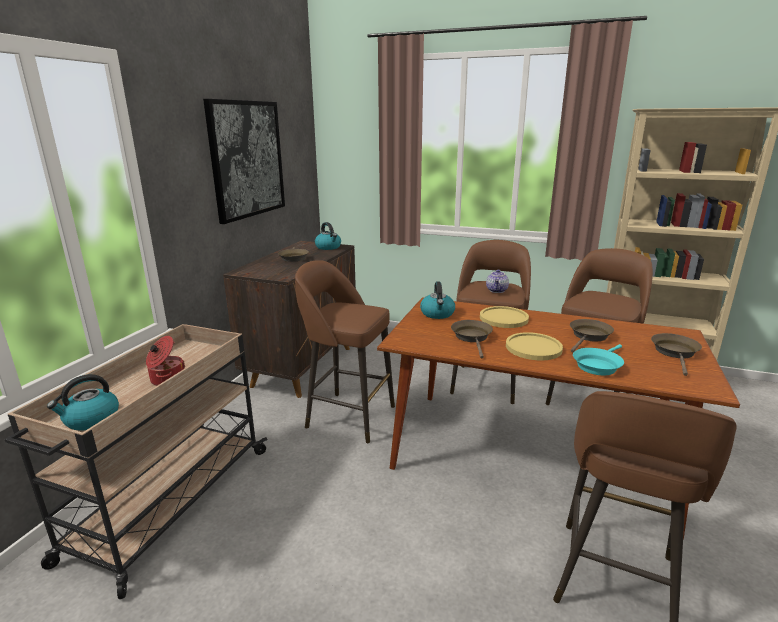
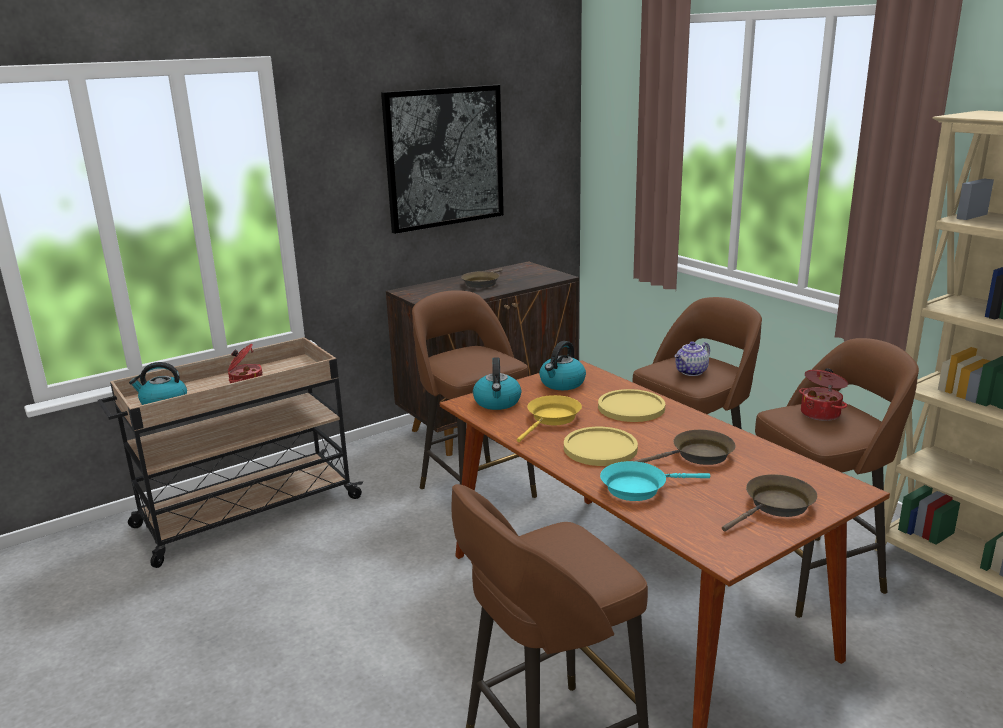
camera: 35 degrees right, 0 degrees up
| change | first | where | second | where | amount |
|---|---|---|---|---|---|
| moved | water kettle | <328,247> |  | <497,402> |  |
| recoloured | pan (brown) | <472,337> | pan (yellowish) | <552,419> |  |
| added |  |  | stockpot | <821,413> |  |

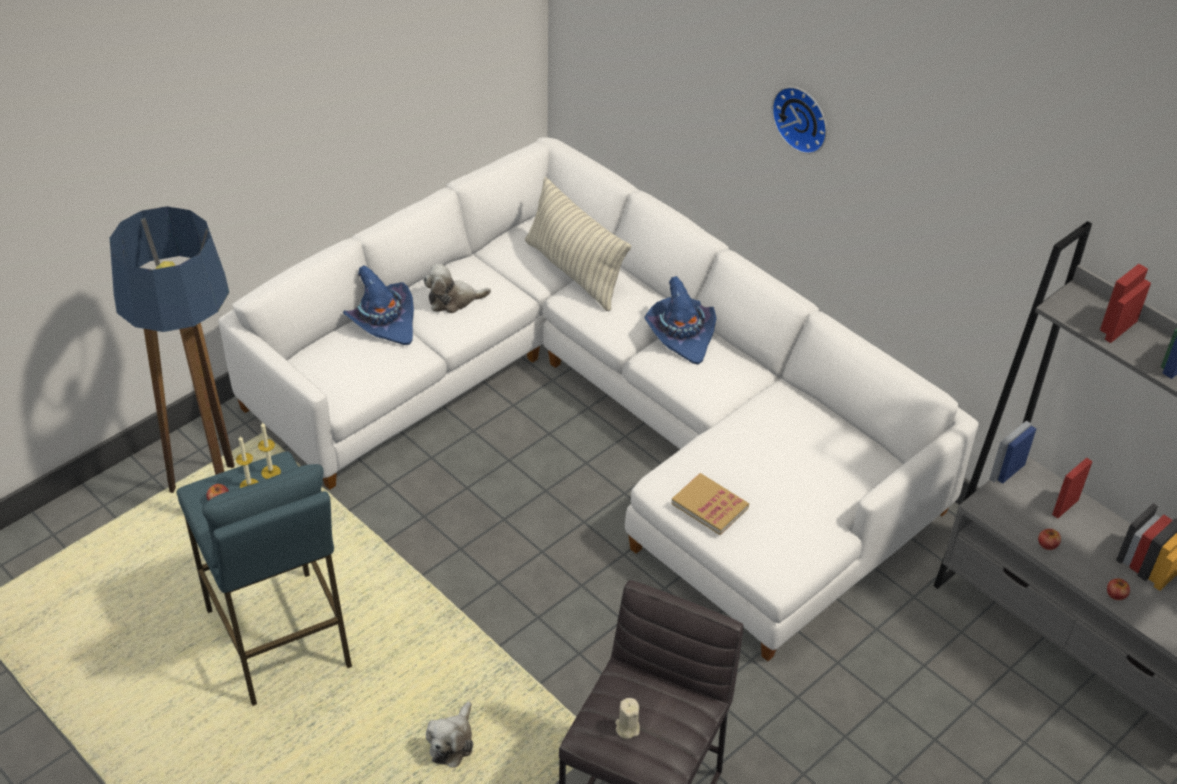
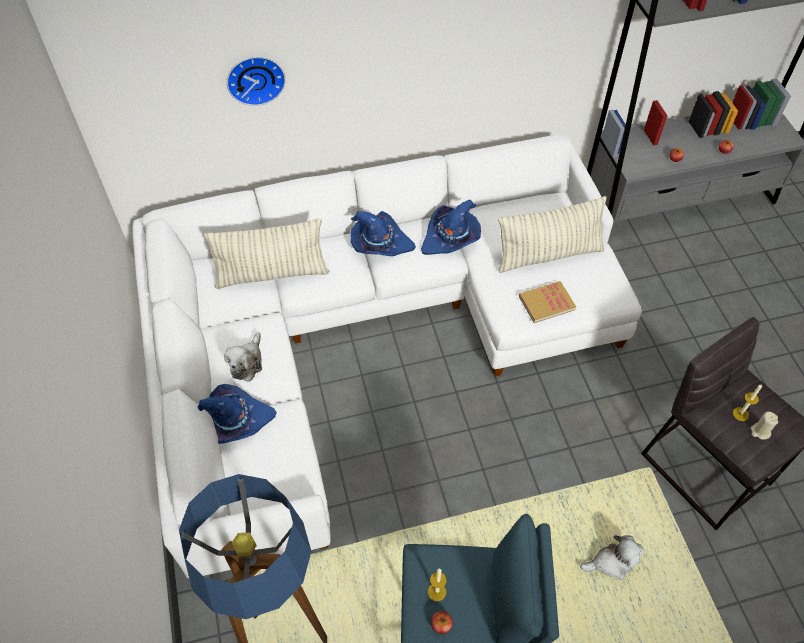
camera: 60 degrees left, 10 degrees up
| change | first | where | second | where | amount |
|---|---|---|---|---|---|
| moved | clock on the wall | <803,118> |  | <255,78> |  |
| added |  |  | clothing hat (bluish) | <451,238> |  |
| added |  |  | pillow | <548,255> |  |
| turned | cuddly toy | <452,742> |  | <612,562> | 60 degrees counterclockwise |
| moved | candle | <271,472> |  | <740,414> |  |

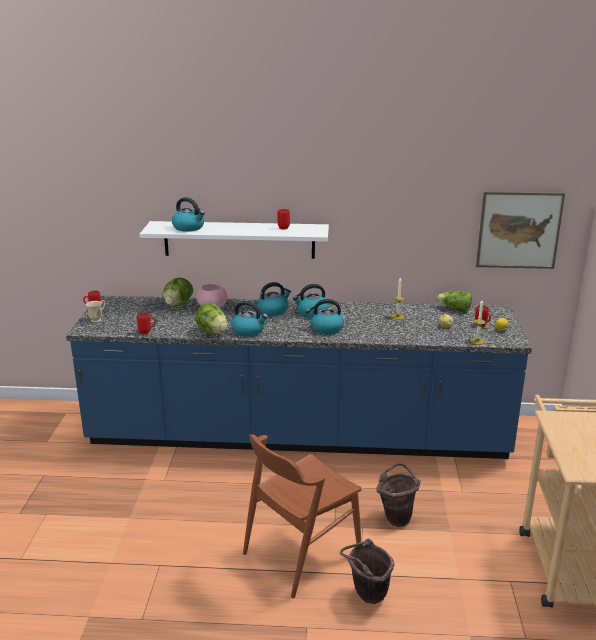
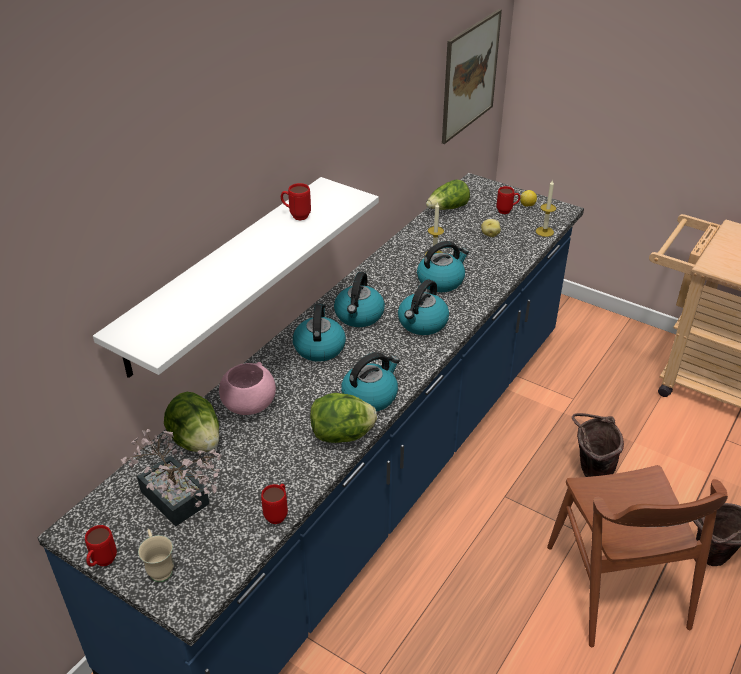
camera: 60 degrees left, 15 degrees up
| change | first | where | second | where | amount |
|---|---|---|---|---|---|
| added |  |  | potted plant | <179,503> |  |
| moved | water kettle | <189,227> |  | <441,281> |  |

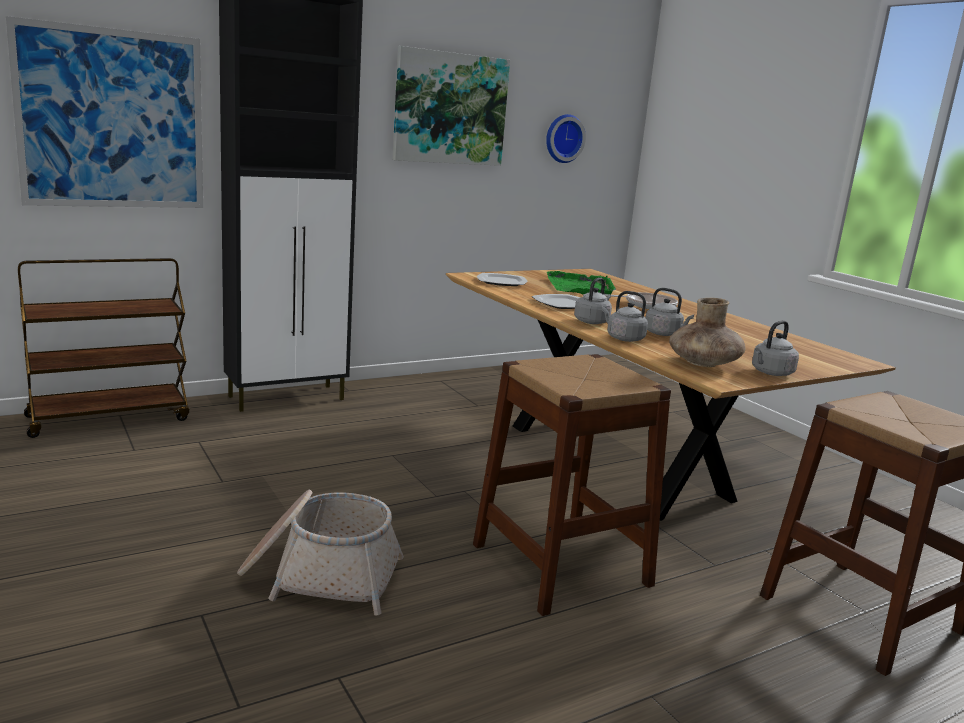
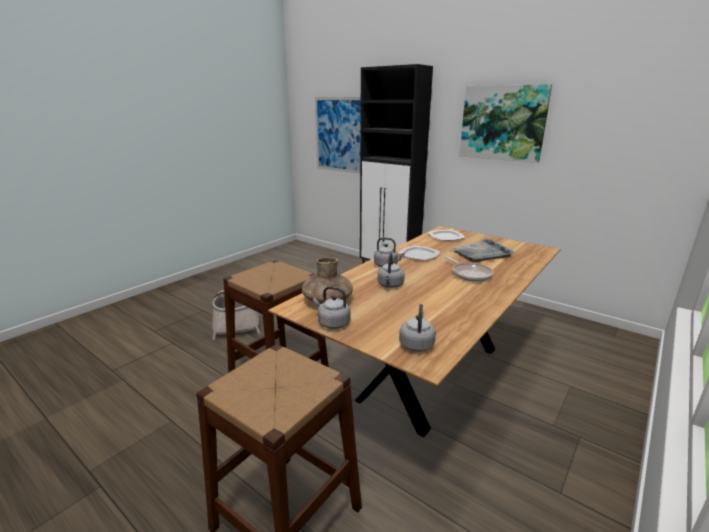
camera: 70 degrees right, 5 degrees up
| change | first | where | second | where | amount |
|---|---|---|---|---|---|
| moved | water kettle (greyish) | <623,338> |  | <416,344> |  |
| recoloured | tray (green-coloured) | <581,287> | tray (greyish) | <481,253> |  |
| removed | wheeled cart (brown) | <110,417> |  |  |  |
| removed | clock on the wall | <563,138> |  |  |  |

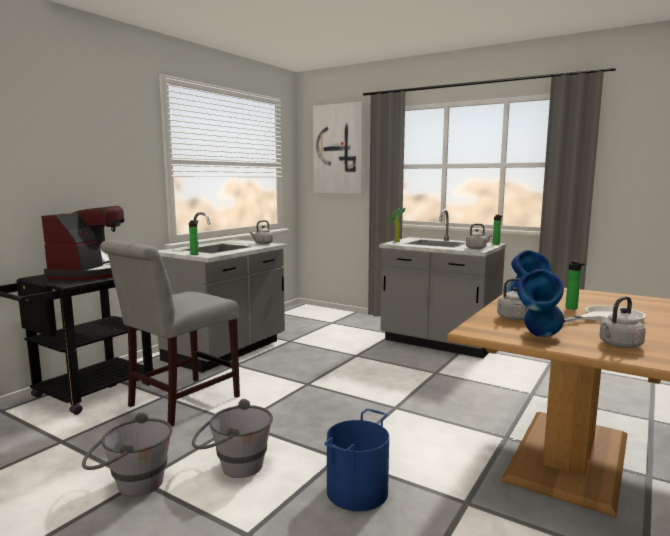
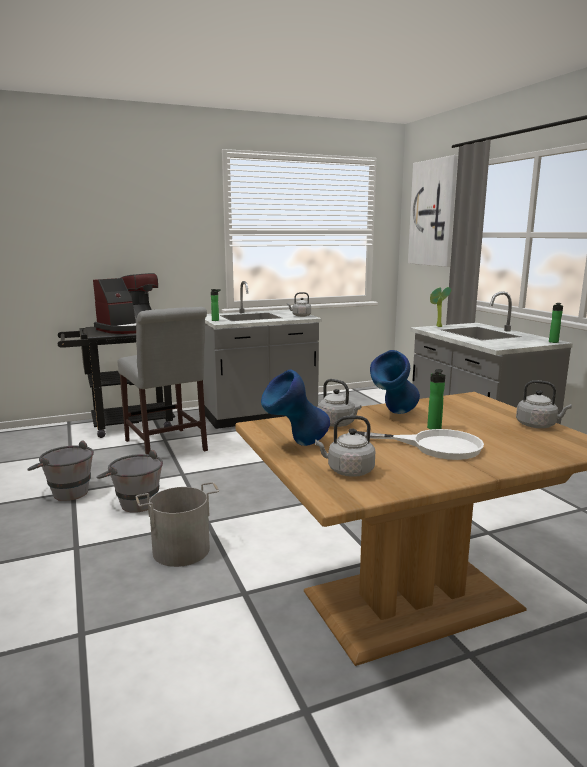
camera: 35 degrees right, 5 degrees up
| change | first | where | second | where | amount |
|---|---|---|---|---|---|
| turned | plain chair (greyish) | <178,403> |  | <167,447> | 105 degrees counterclockwise |
| recoloured | pail (bluish) | <356,491> | pail (greyish) | <181,549> |  |
| moved | water kettle (greyish) | <477,248> |  | <538,425> |  |

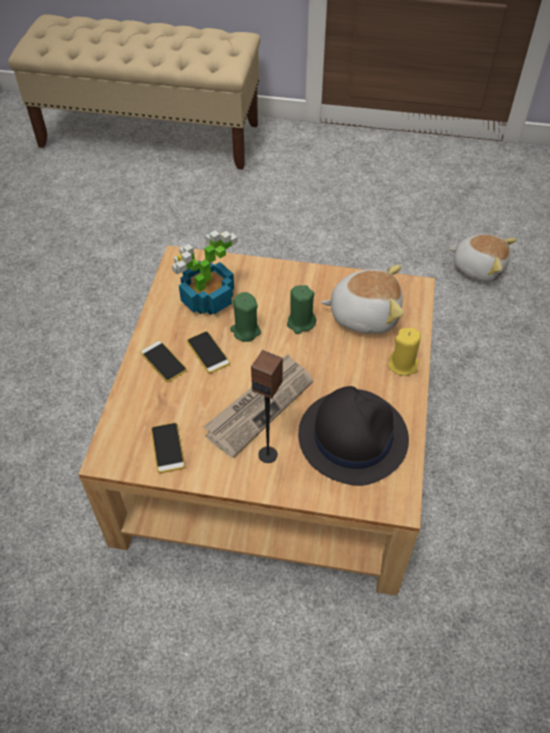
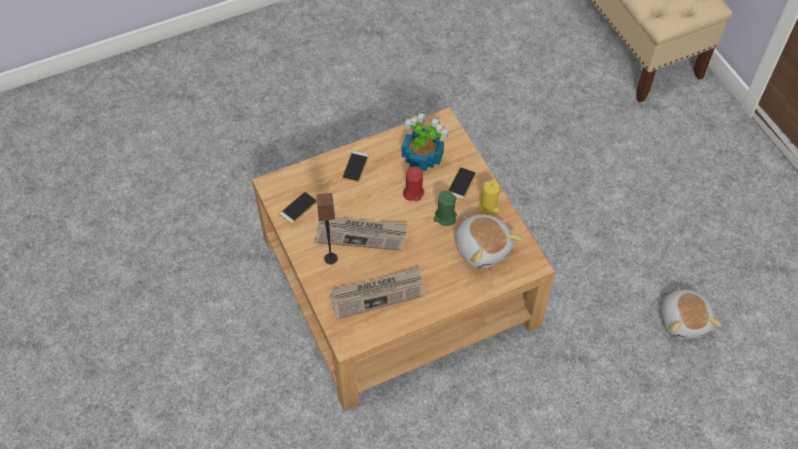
camera: 55 degrees right, 5 degrees up
| change | first | where | second | where | amount |
|---|---|---|---|---|---|
| replaced | clothing hat (blackish) | <352,436> | printed paper | <377,294> |  |
| recoloured | candle (green-coloured) | <245,331> | candle (reddish) | <413,192> |  |
| moved | handset | <208,352> |  | <461,184> |  |
| moved | candle (yellowish) | <403,365> |  | <489,206> |  |

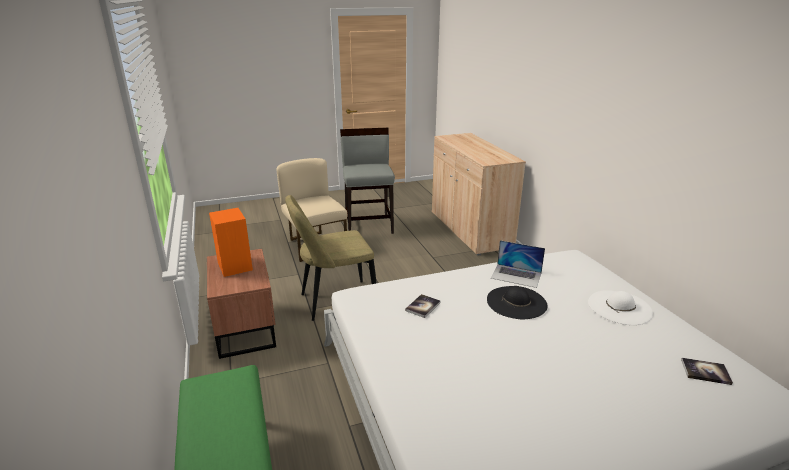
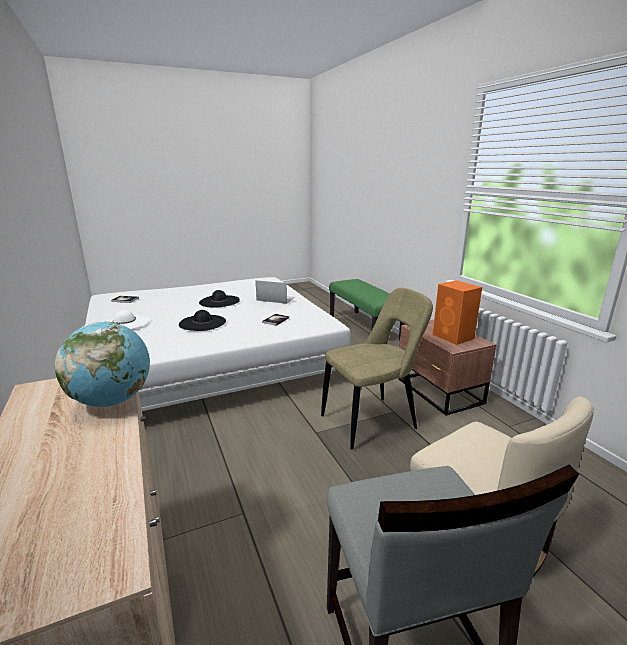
camera: 175 degrees right, 5 degrees down
| change | first | where | second | where | amount |
|---|---|---|---|---|---|
| added |  |  | globe | <112,401> |  |
| added |  |  | clothing hat (blackish) | <219,301> |  |
| moved | notebook computer | <516,275> |  | <275,298> |  |

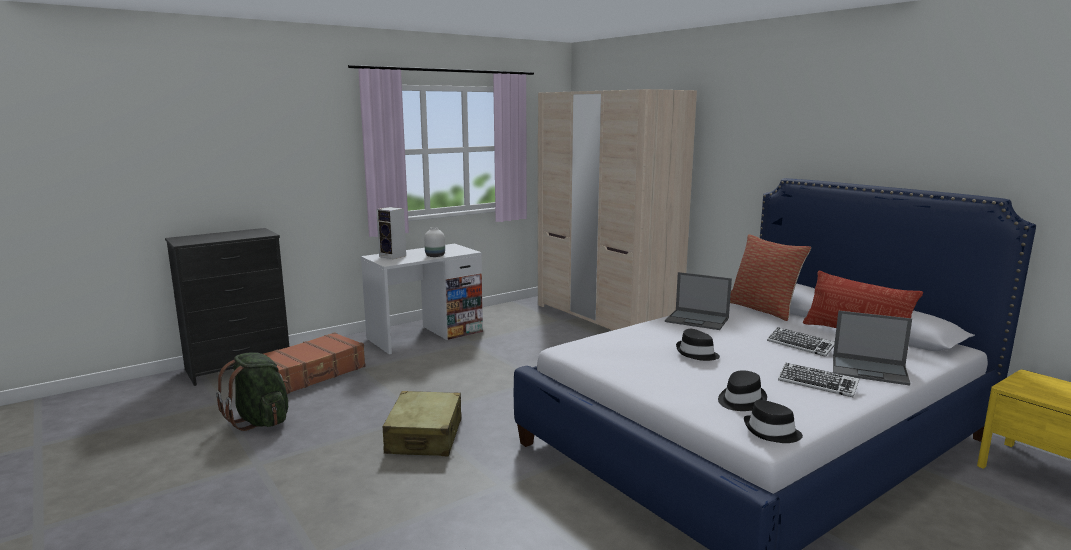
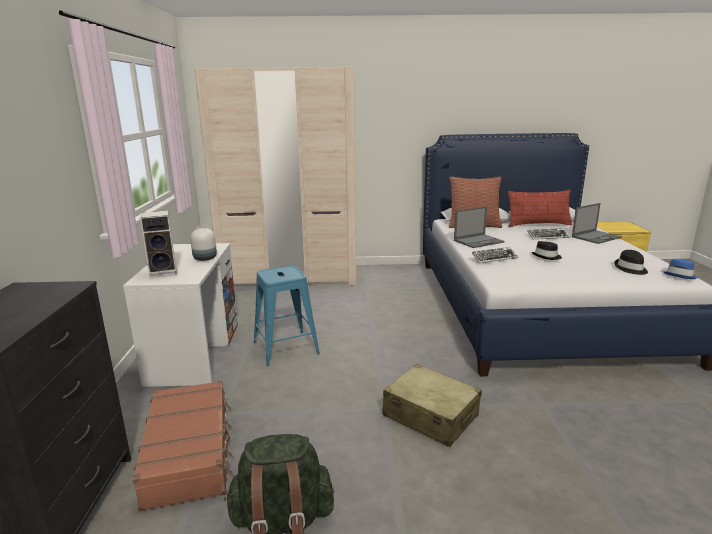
camera: 55 degrees left, 5 degrees up
| change | first | where | second | where | amount |
|---|---|---|---|---|---|
| added |  |  | stool (bluish) | <285,348> |  |
| moved | keyboard | <817,384> |  | <494,258> |  |
| recoloured | clothing hat (blackish) | <771,432> | clothing hat (bluish) | <680,275> |  |

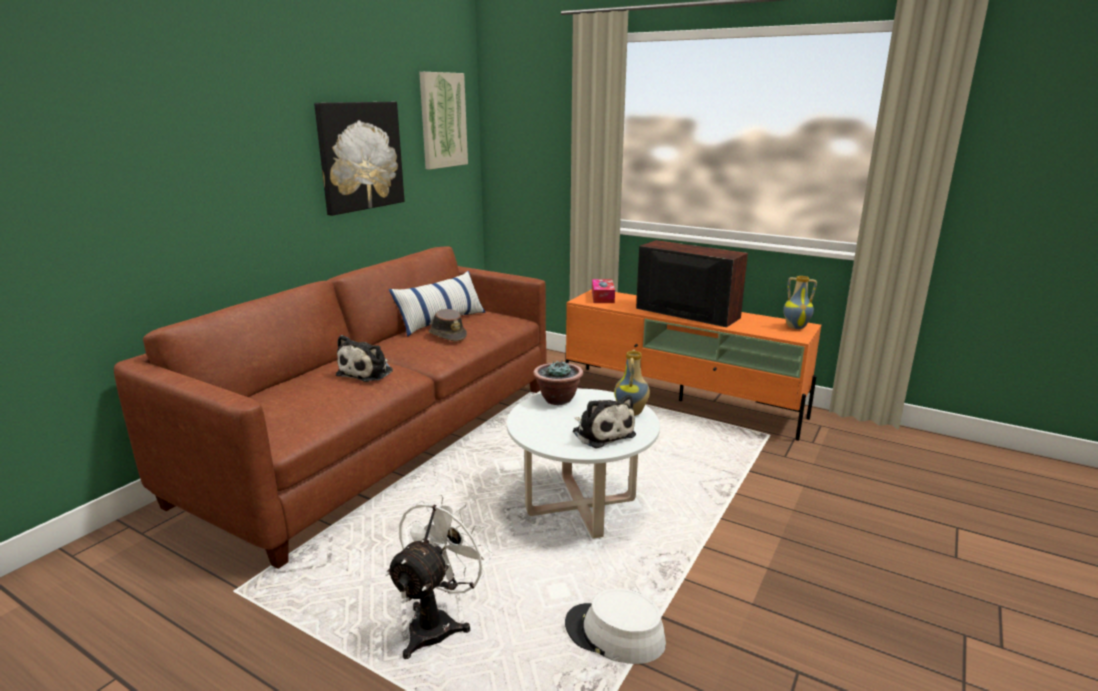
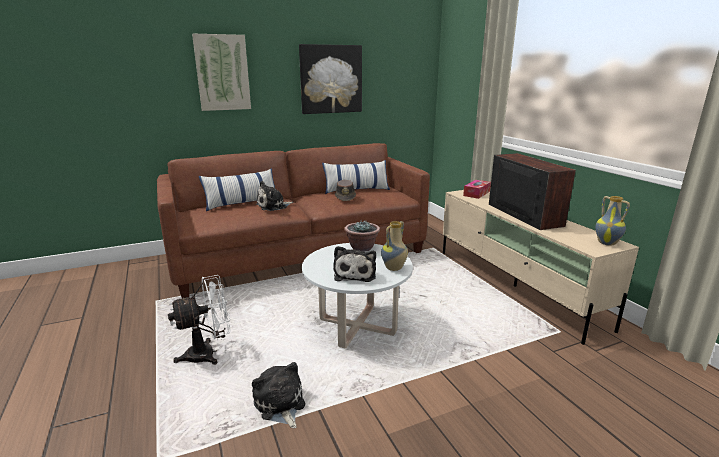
camera: 35 degrees right, 0 degrees up
| change | first | where | second | where | amount |
|---|---|---|---|---|---|
| moved | wall art | <442,120> |  | <222,73> |  |
| added |  |  | pillow | <242,203> |  |
| replaced | clothing hat (white-coloured) | <614,634> | cuddly toy | <280,405> |  |
| recoloured | tv unit (orange) | <681,401> | tv unit (beige) | <515,286> |  |

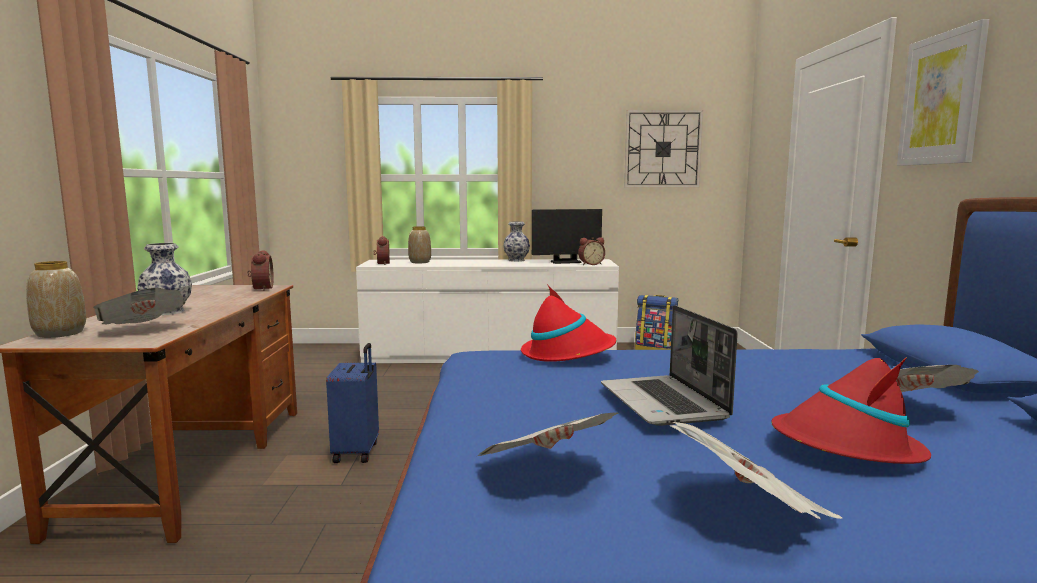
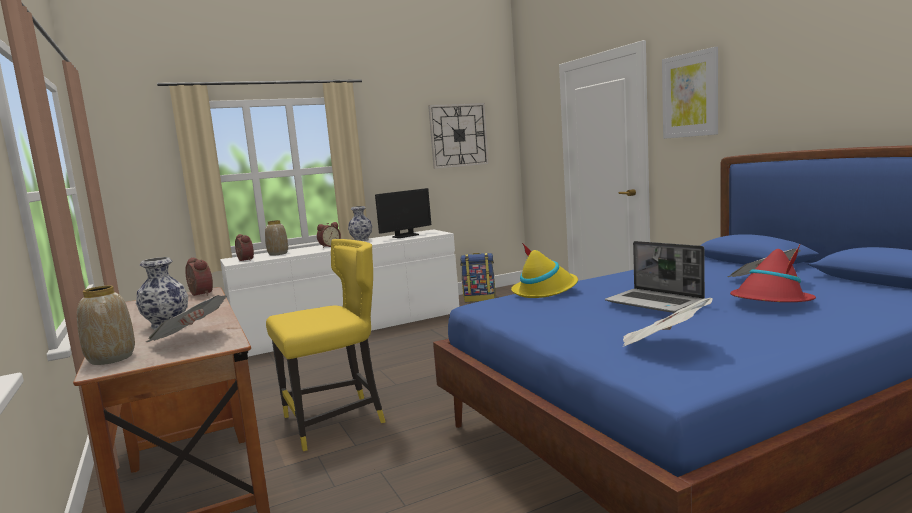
camera: 25 degrees left, 0 degrees up
| change | first | where | second | where | amount |
|---|---|---|---|---|---|
| replaced | travel case (bluish) | <357,452> | plain chair (yellowish) | <336,421> |  |
| moved | bedside clock | <590,264> |  | <329,246> |  |
| recoloured | clothing hat (reddish) | <567,353> | clothing hat (yellowish) | <545,291> |  |
| removed | printed paper | <751,511> |  |  |  |

